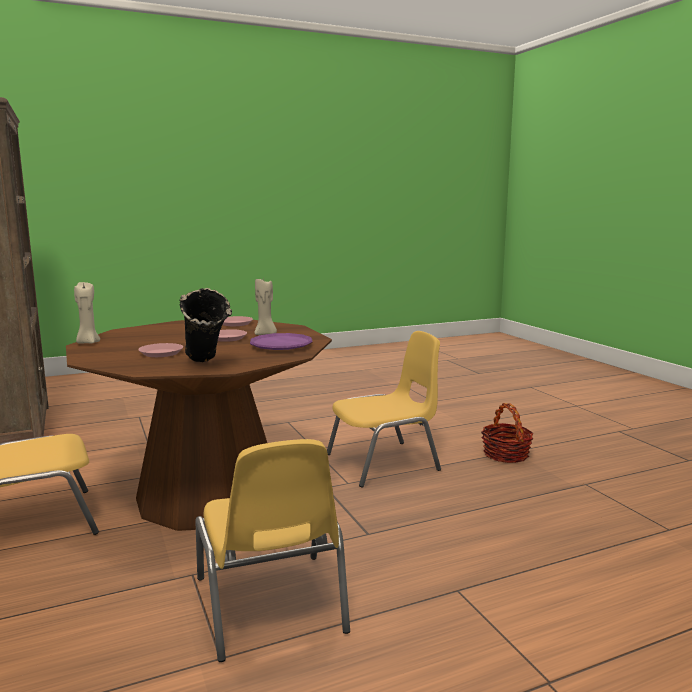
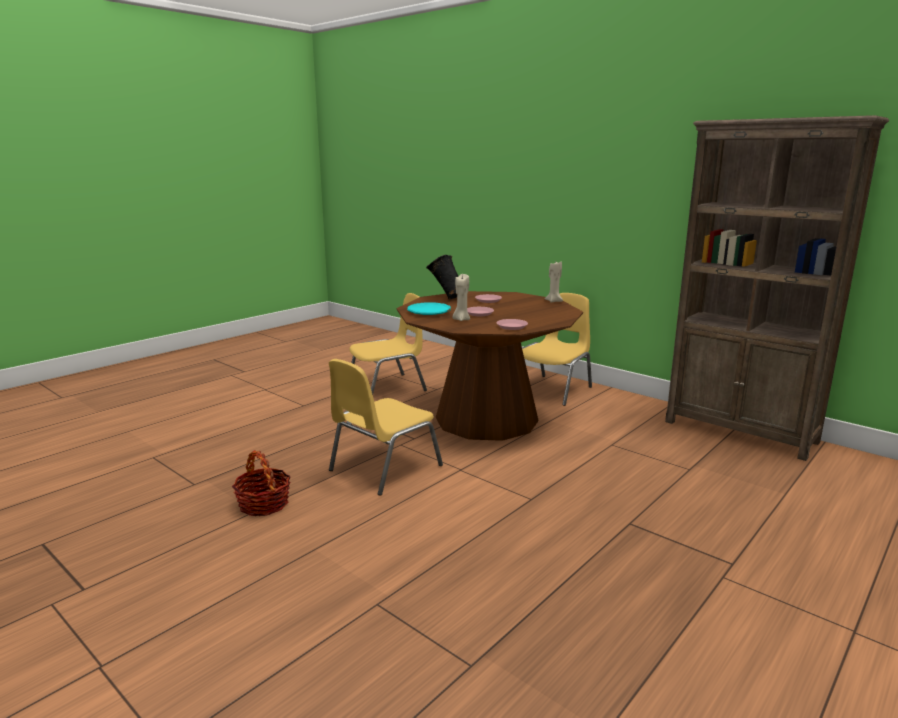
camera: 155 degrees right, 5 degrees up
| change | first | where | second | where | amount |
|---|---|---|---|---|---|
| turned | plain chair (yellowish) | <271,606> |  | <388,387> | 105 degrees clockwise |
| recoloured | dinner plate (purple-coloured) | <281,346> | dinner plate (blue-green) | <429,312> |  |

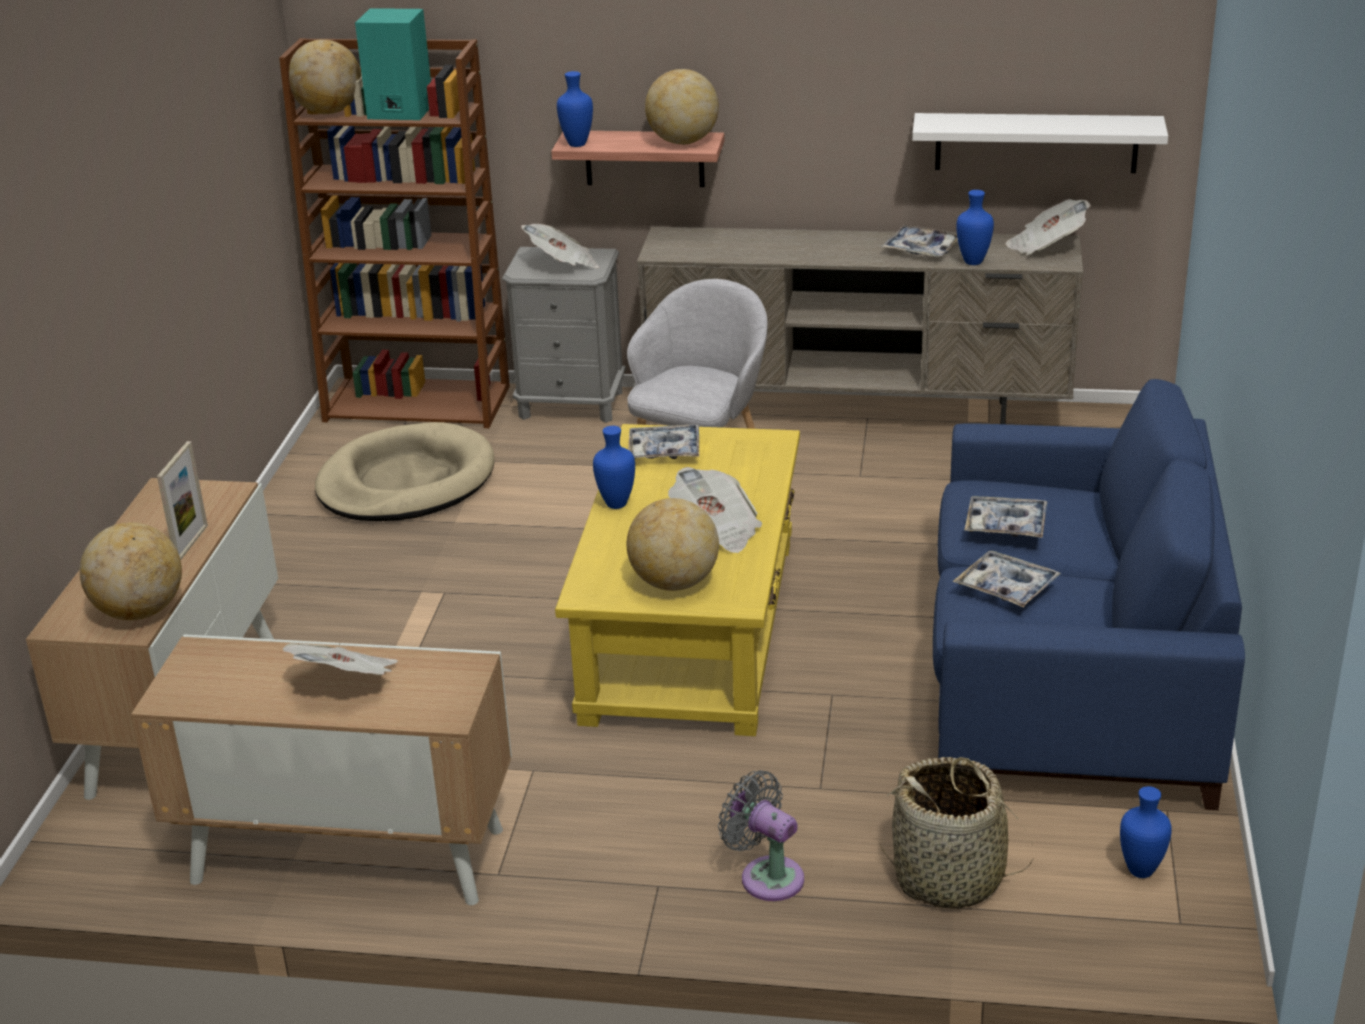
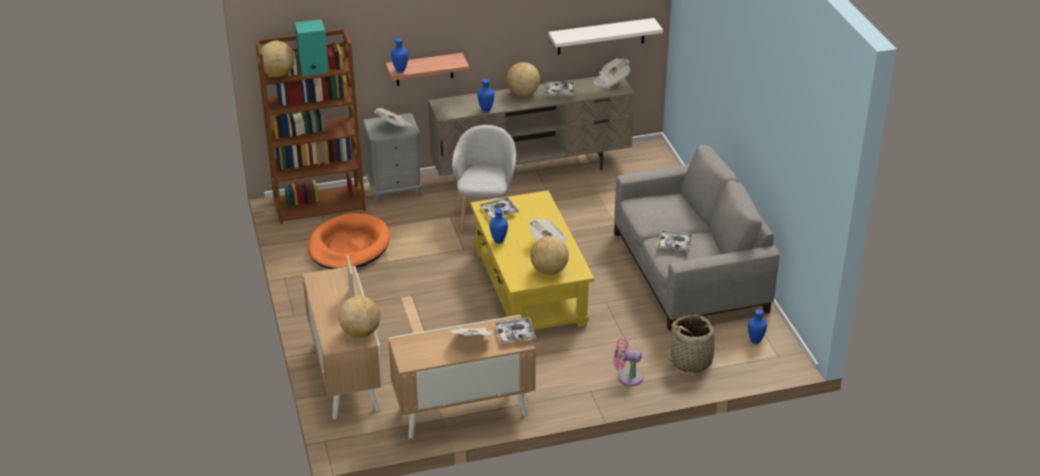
camera: 25 degrees left, 5 degrees up
| change | first | where | second | where | amount |
|---|---|---|---|---|---|
| recoloured | dog bed (beige) | <406,482> | dog bed (orange) | <349,246> |  |
| moved | flower vase (bluish) | <974,262> |  | <486,110> |  |
| moved | tray | <1006,525> |  | <515,334> |  |
| moved | globe | <683,142> |  | <523,94> |  |
| recoloured | electric fan (greyish) | <767,876> | electric fan (pinkish) | <627,377> |  |
| recoloured | settee (bluish) | <1067,674> | settee (greyish) | <688,272> |  |

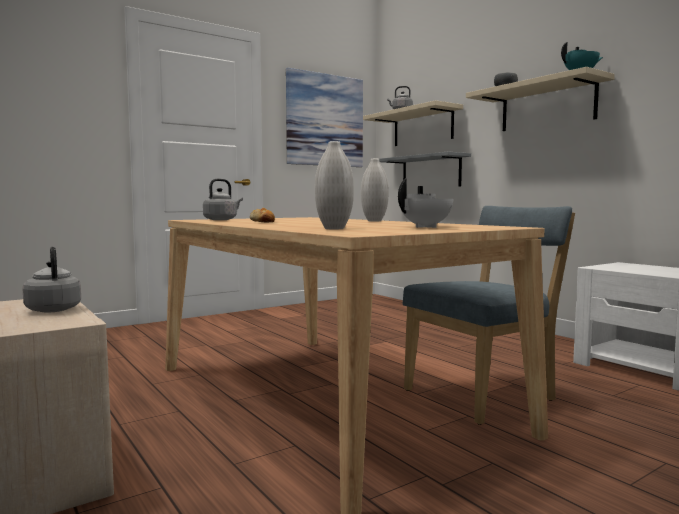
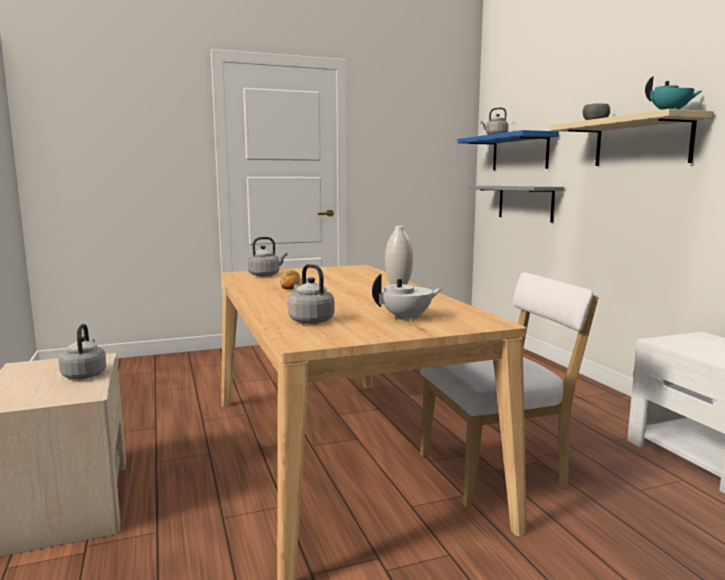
camera: 15 degrees right, 5 degrees up
| change | first | where | second | where | amount |
|---|---|---|---|---|---|
| replaced | flower vase (white-coloured) | <334,229> | water kettle (greyish) | <310,320> |  |
| recoloured | plain chair (bluish) | <484,394> | plain chair (white-coloured) | <498,471> |  |
| recoloured | wall shelf (beige) | <422,127> | wall shelf (bluish) | <519,152> |  |
| removed | wall art | <325,120> |  |  |  |

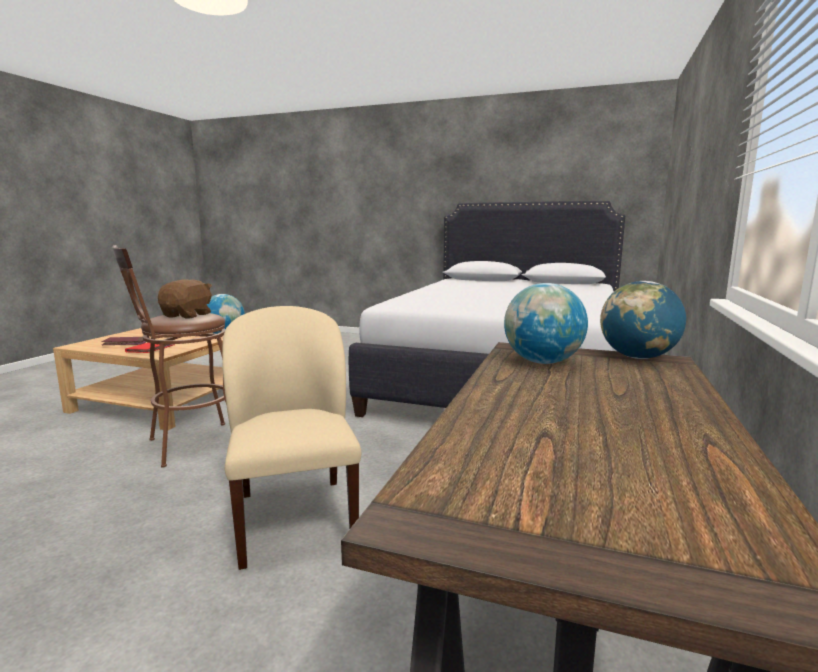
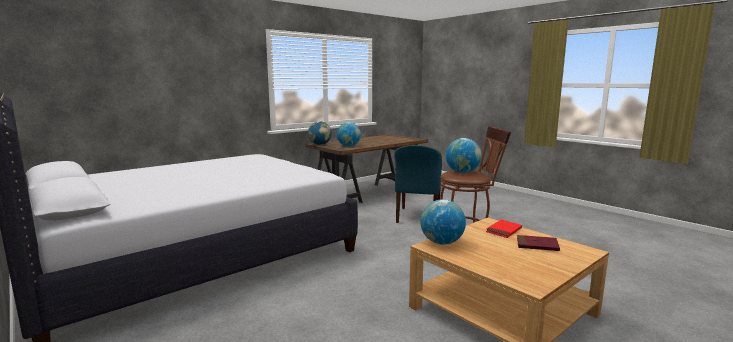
camera: 150 degrees left, 0 degrees up
| change | first | where | second | where | amount |
|---|---|---|---|---|---|
| recoloured | plain chair (beige) | <295,518> | plain chair (bluish) | <417,217> |  |
| replaced | cuddly toy (brown) | <188,315> | globe | <462,172> |  |

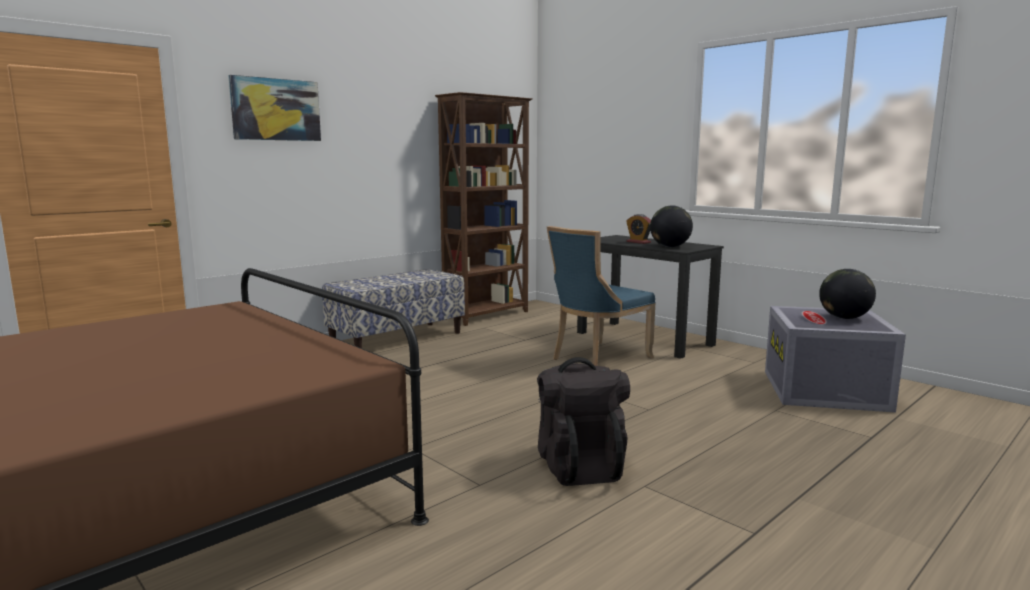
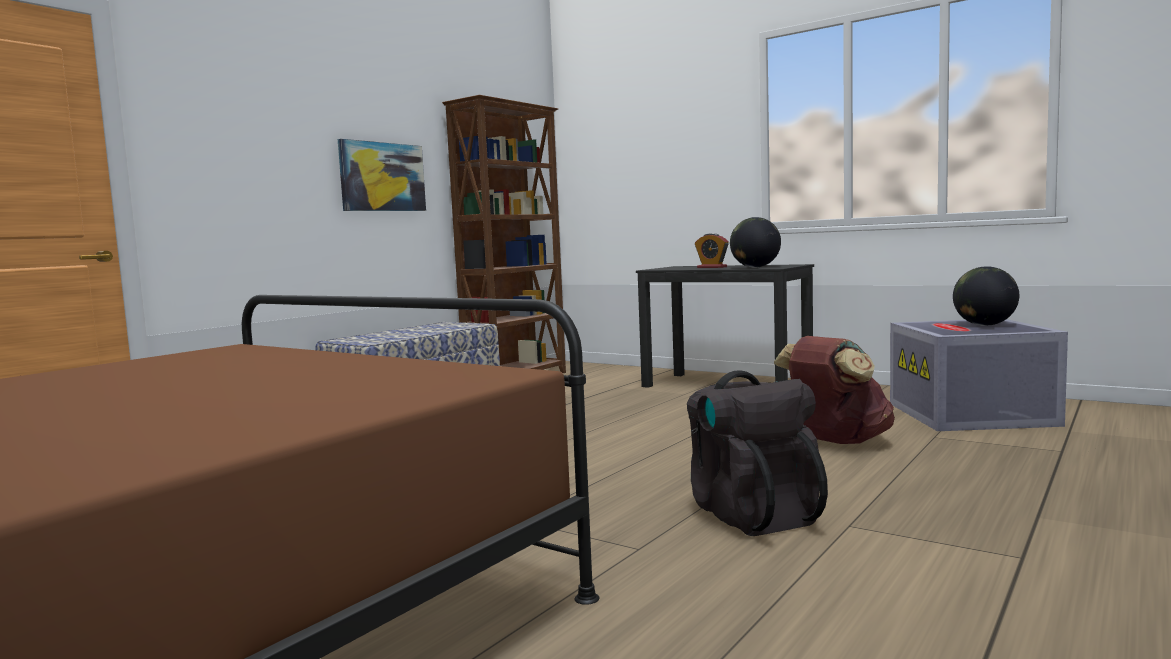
camera: 10 degrees left, 5 degrees down
| change | first | where | second | where | amount |
|---|---|---|---|---|---|
| moved | wall art | <276,109> |  | <382,177> |  |
| added |  |  | rucksack (brown) | <835,441> |  |
| removed | plain chair (bluish) | <597,358> |  |  |  |

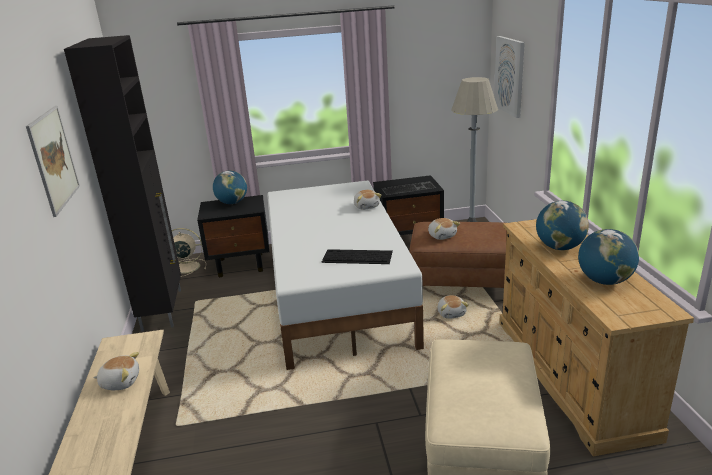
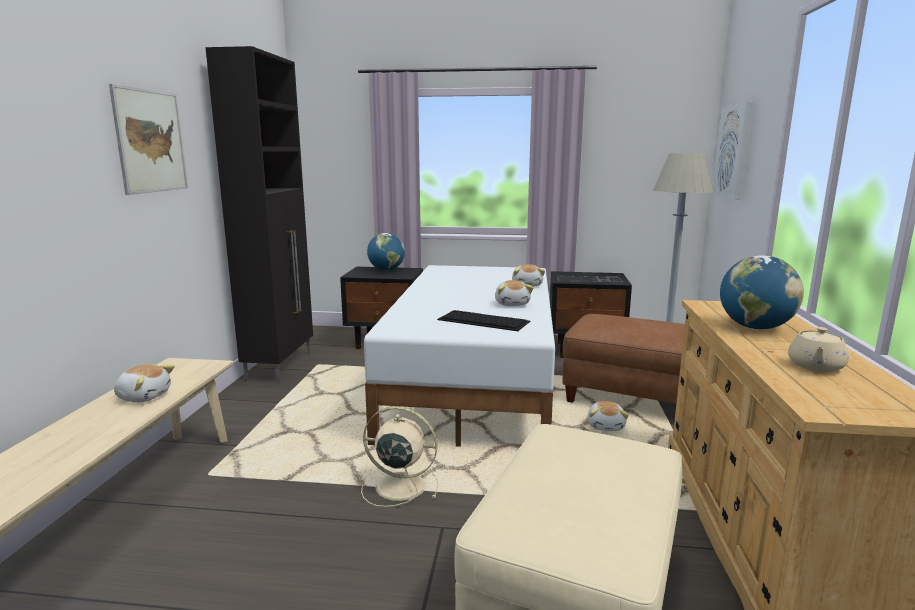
camera: 15 degrees right, 10 degrees down
| change | first | where | second | where | amount |
|---|---|---|---|---|---|
| moved | electric fan (beige) | <186,267> |  | <398,485> |  |
| moved | cuddly toy | <442,236> |  | <512,304> |  |
| replaced | globe | <604,281> | teapot (beige) | <815,367> |  |

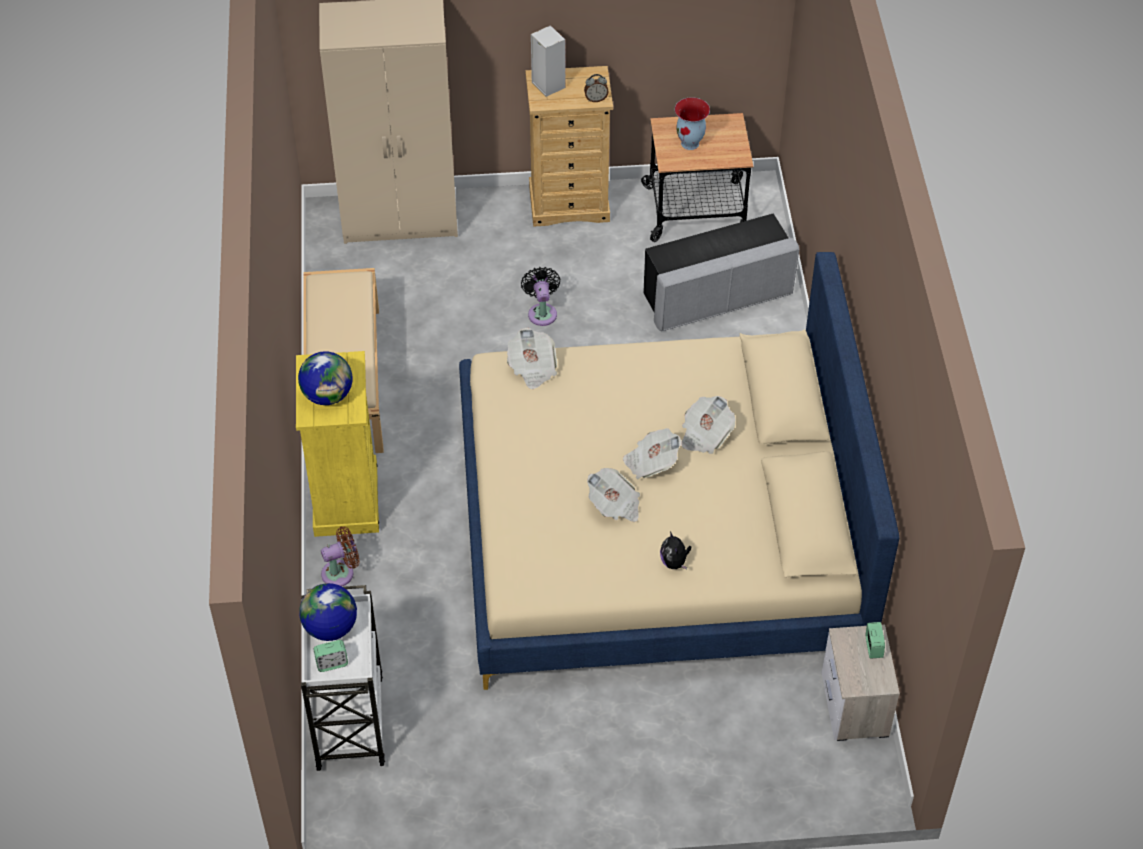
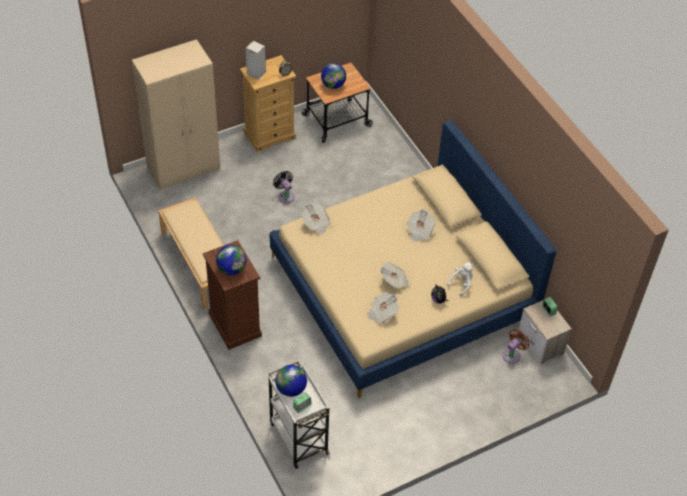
camera: 25 degrees left, 0 degrees up
| change | first | where | second | where | amount |
|---|---|---|---|---|---|
| recoloured | dresser (yellowish) | <345,499> | dresser (brown) | <234,325> |  |
| replaced | flower vase | <690,143> | globe | <333,85> |  |
| moved | printed paper | <651,463> |  | <381,313> |  |
| added |  |  | cuddly toy (white-coloured) | <461,283> |  |
| moved | electric fan (brown) | <341,572> |  | <512,354> |  |
| removed | ottoman (greyish) | <717,295> |  |  |  |

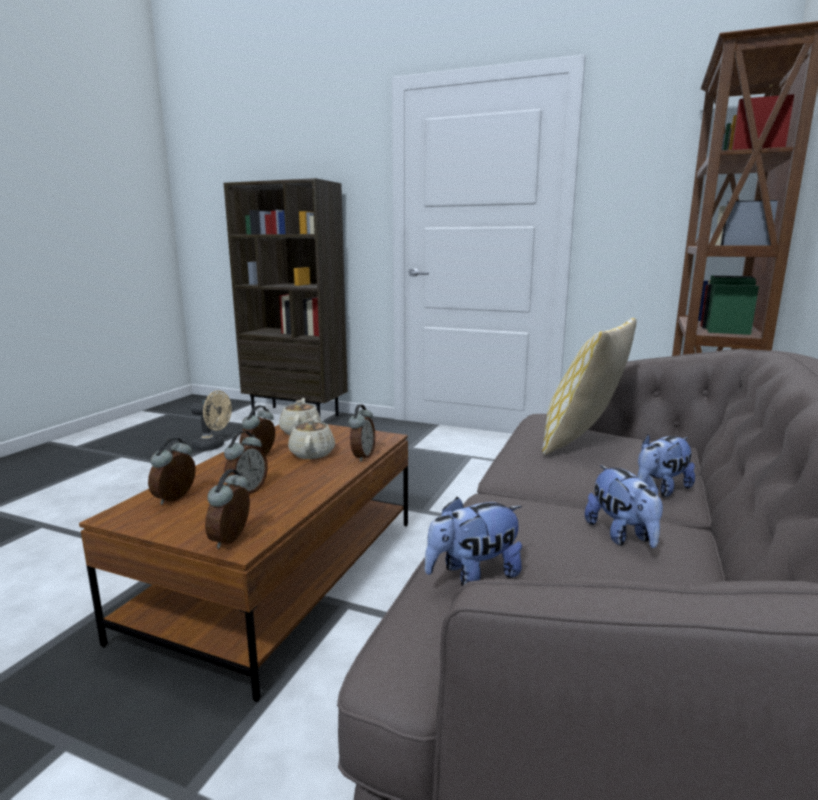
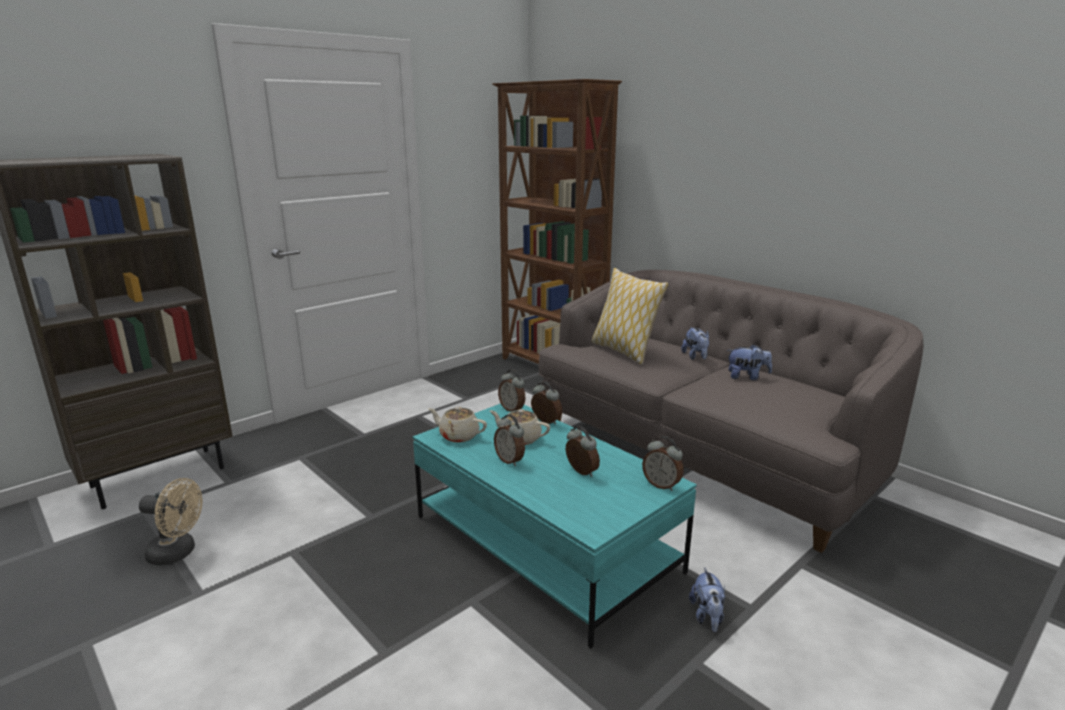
camera: 65 degrees left, 5 degrees up
| change | first | where | second | where | amount |
|---|---|---|---|---|---|
| turned | electric fan (beige) | <213,446> |  | <178,553> | 60 degrees clockwise |
| recoloured | coffee table (brown) | <281,575> | coffee table (blue-green) | <545,543> |  |
| moved | bedside clock | <176,499> |  | <512,409> |  |
| moved | cuddly toy | <473,575> |  | <707,616> |  |

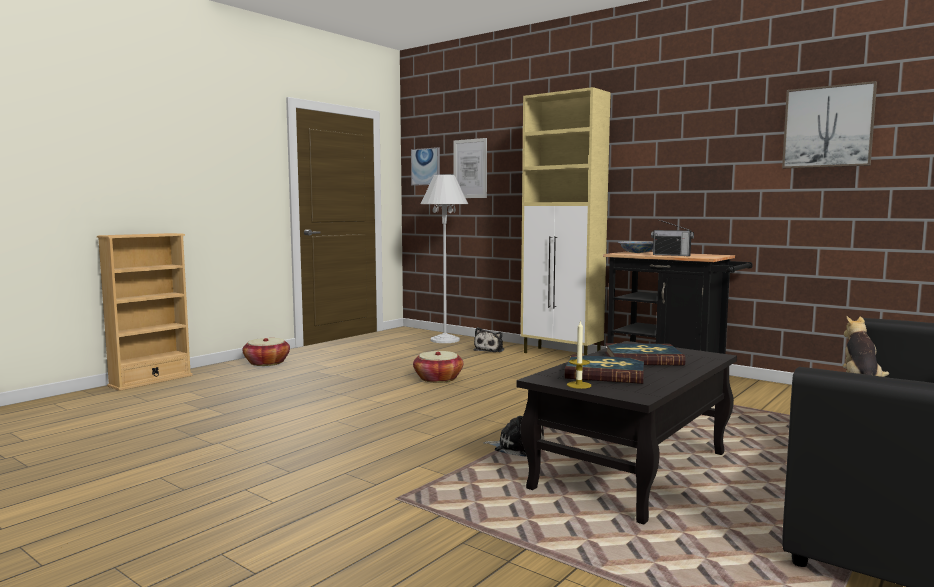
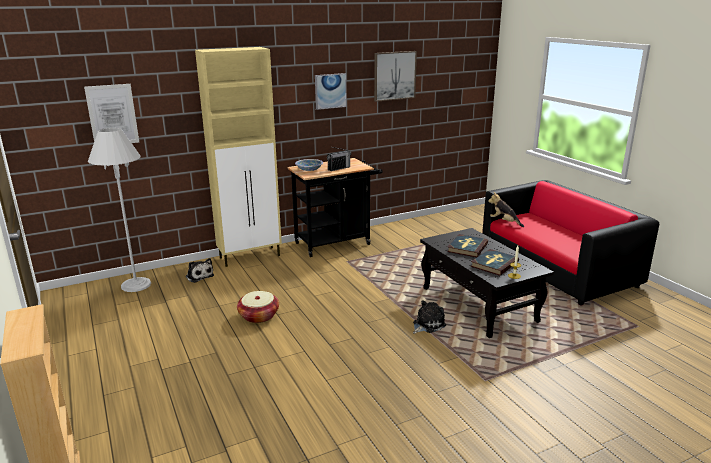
camera: 65 degrees left, 15 degrees up
| change | first | where | second | where | amount |
|---|---|---|---|---|---|
| moved | wall art | <426,166> |  | <330,91> |  |
| removed | basket | <267,363> |  |  |  |

